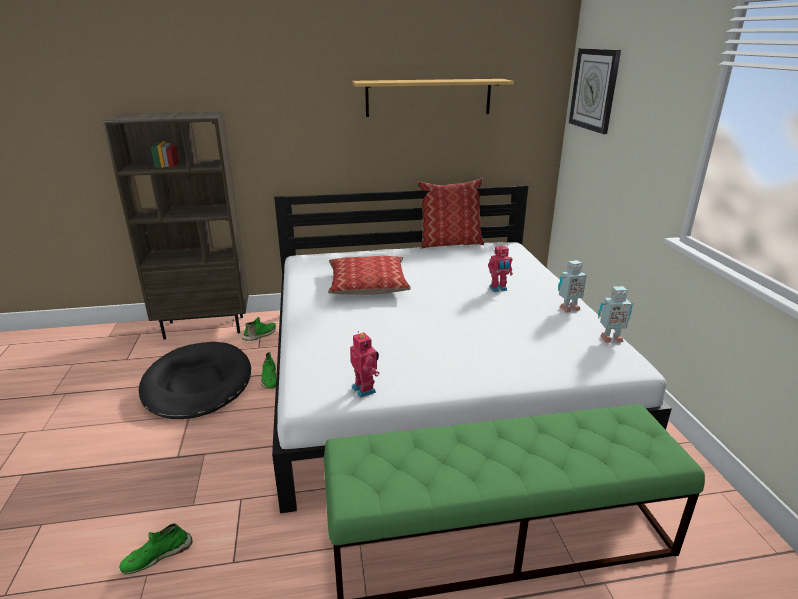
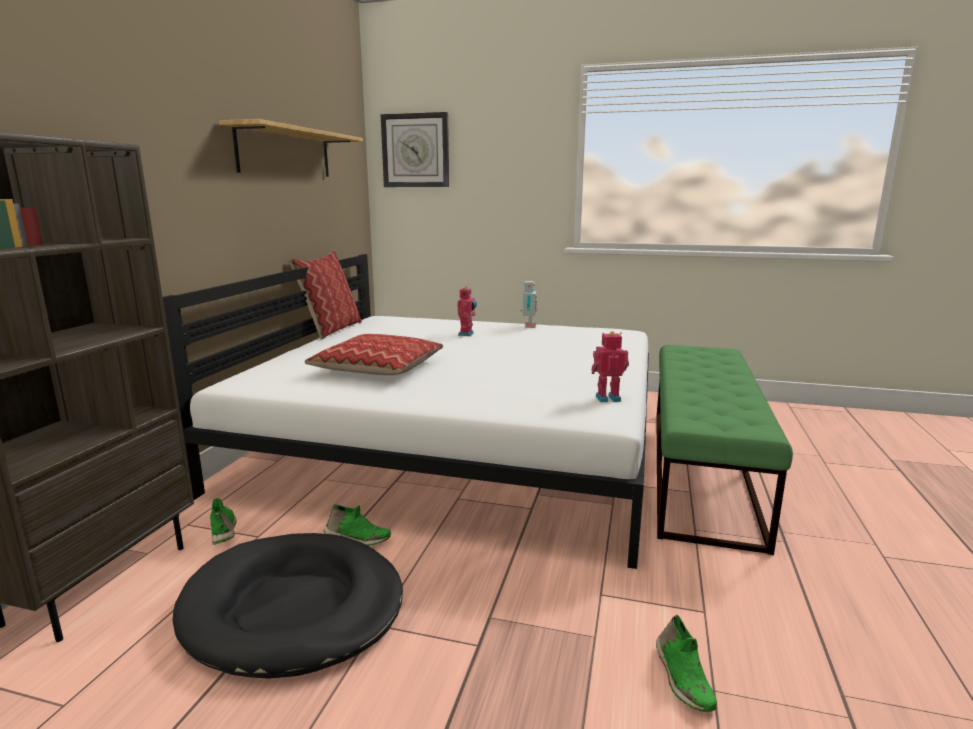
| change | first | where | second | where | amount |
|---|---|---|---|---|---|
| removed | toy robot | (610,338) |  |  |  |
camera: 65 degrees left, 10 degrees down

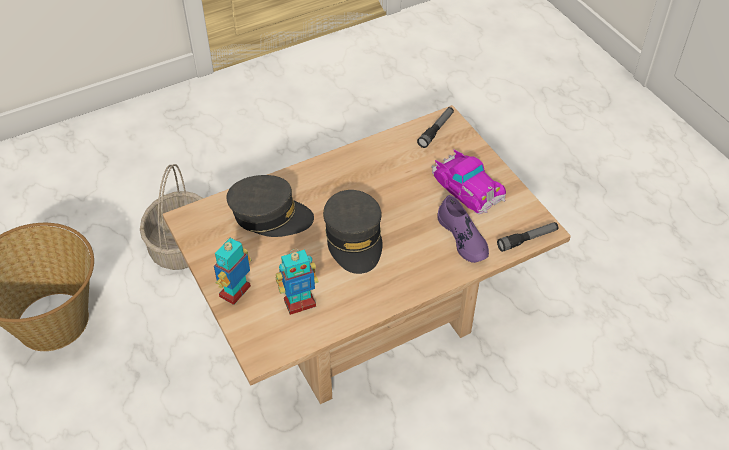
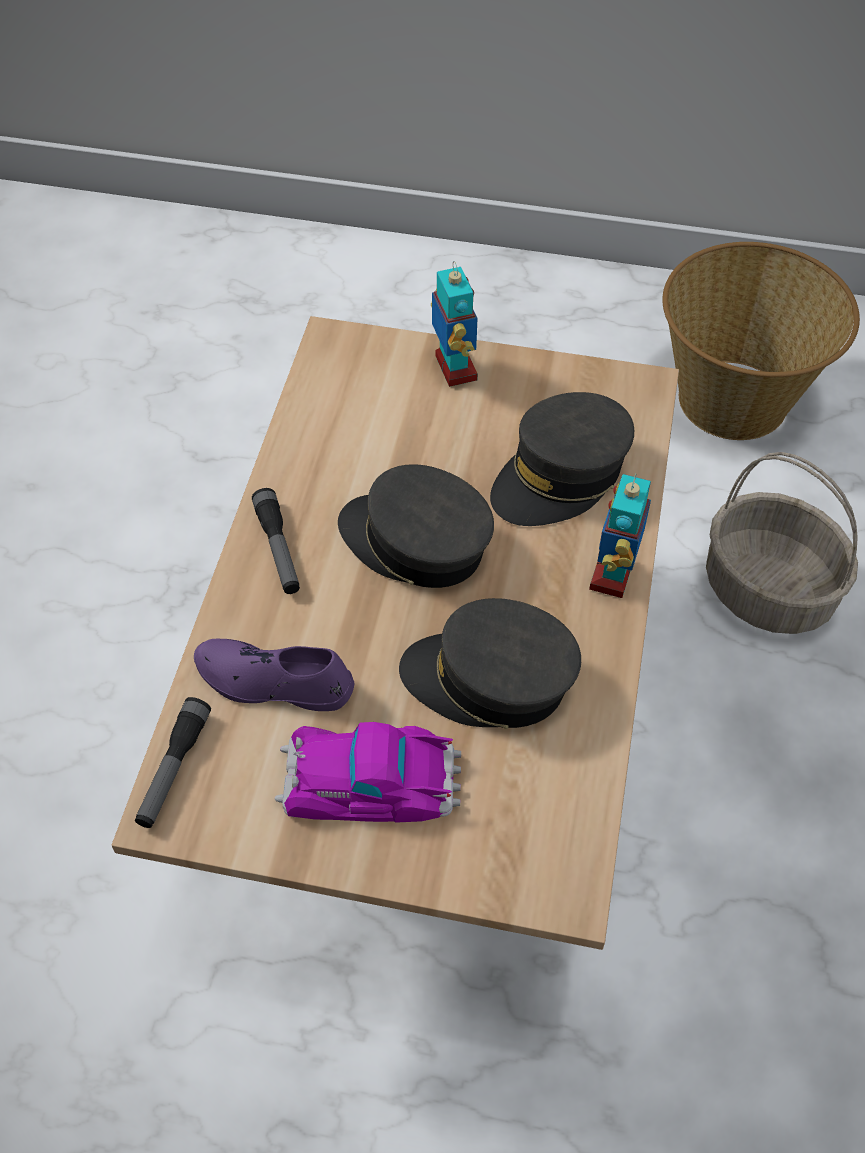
| change | first | where | second | where | amount |
|---|---|---|---|---|---|
| added |  |  | grey cap | (490,680) |  |
| moved | toy robot | (299,303) |  | (613,575) |  |
| moved | flashlight | (436,130) |  | (278,549) |  |
camera: 130 degrees right, 5 degrees up

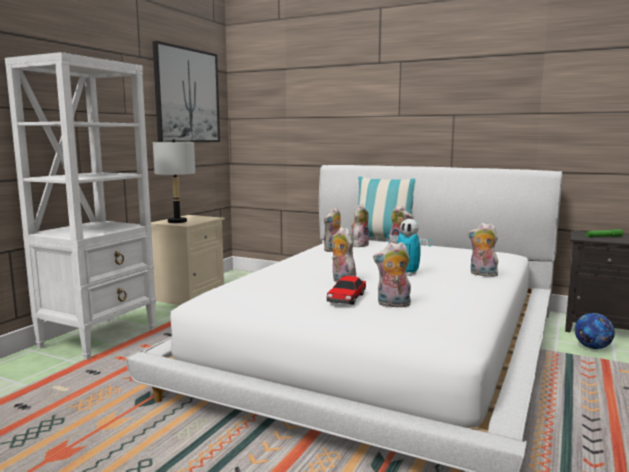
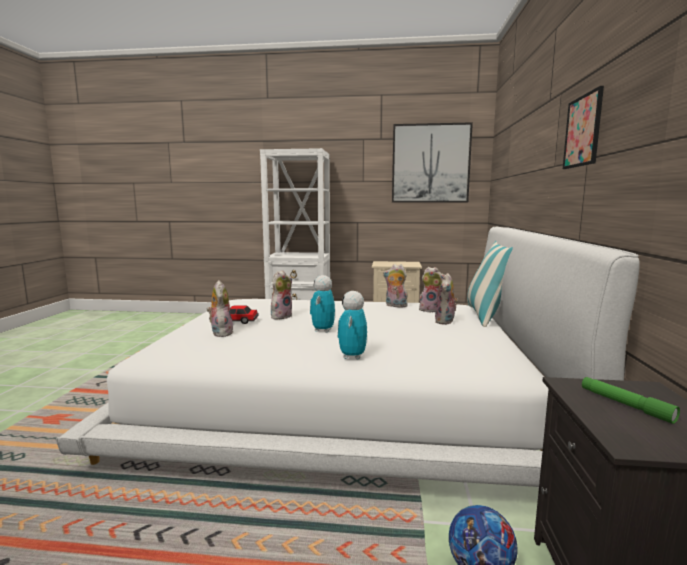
| change | first | where | second | where | amount |
|---|---|---|---|---|---|
| removed | grey table lamp | (177,221) |  |  |  |
| added |  |  | picture | (583,131) |  |
| replaced | plush toy | (482,274) | toy robot | (352,356) |  |
camera: 70 degrees right, 0 degrees up

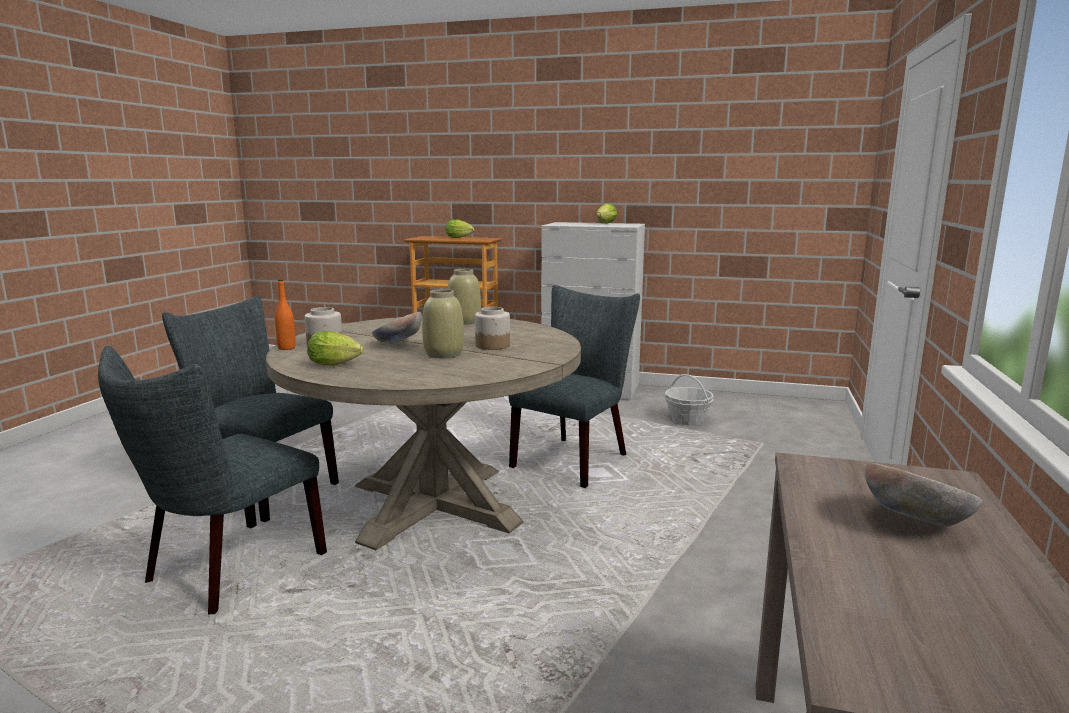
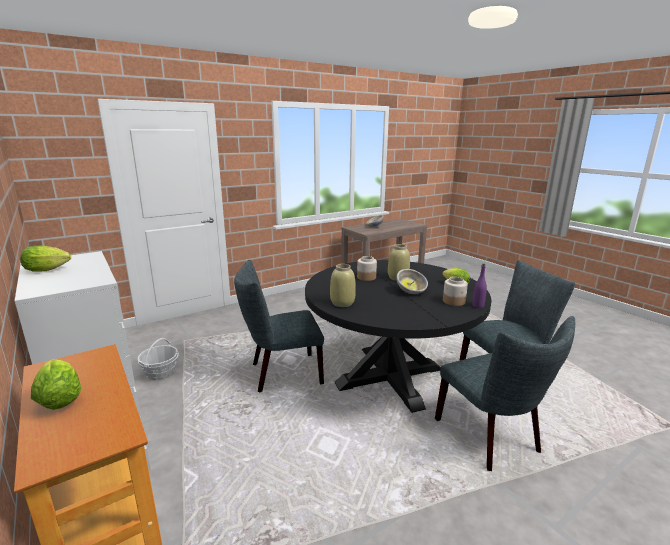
| change | first | where | second | where | amount |
|---|---|---|---|---|---|
| recoloured | beige dining table | (434,505) | black dining table | (390,376) |  |
| recoloured | orange bottle | (286,348) | purple bottle | (478,306) |  |
camera: 140 degrees left, 5 degrees up

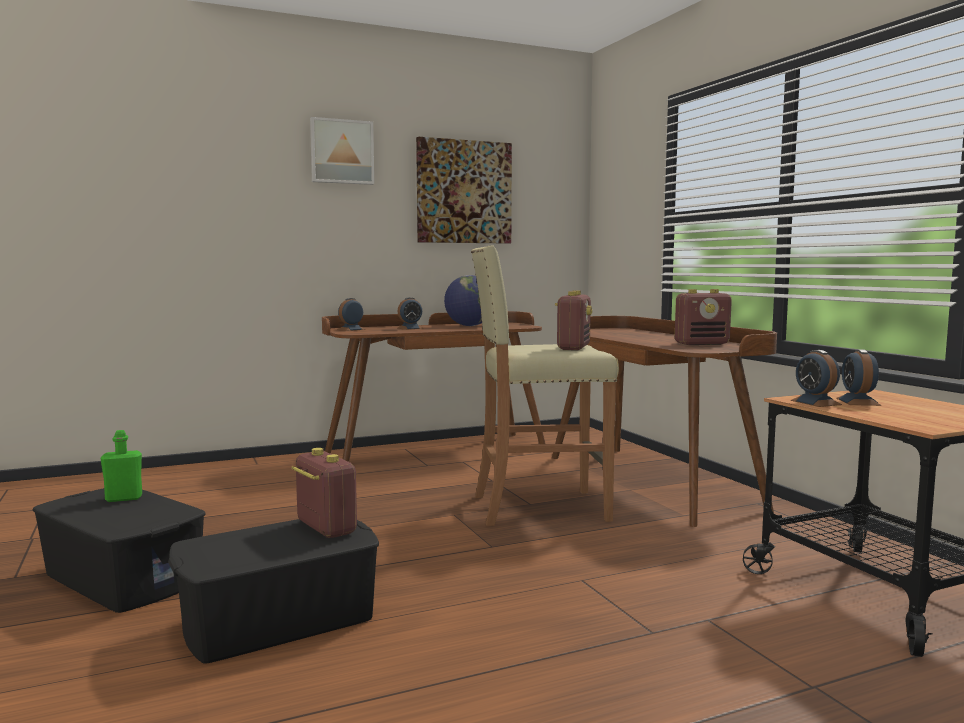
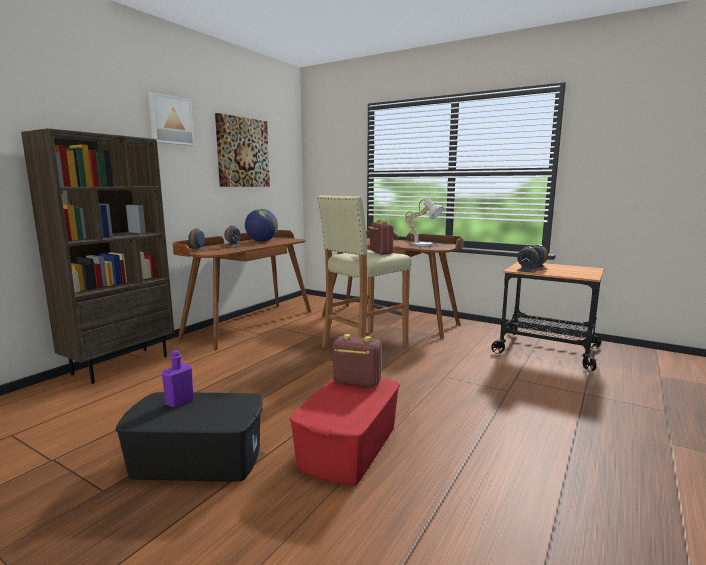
| change | first | where | second | where | amount |
|---|---|---|---|---|---|
| added |  |  | brown bookcase | (121,364) |  |
| replaced | radio | (702,344) | table lamp | (424,244) |  |
| recoloured | green bottle | (124,498) | purple bottle | (179,401) |  |
| recoloured | black storage box | (277,620) | red storage box | (348,446) |  |
camera: 35 degrees left, 5 degrees up

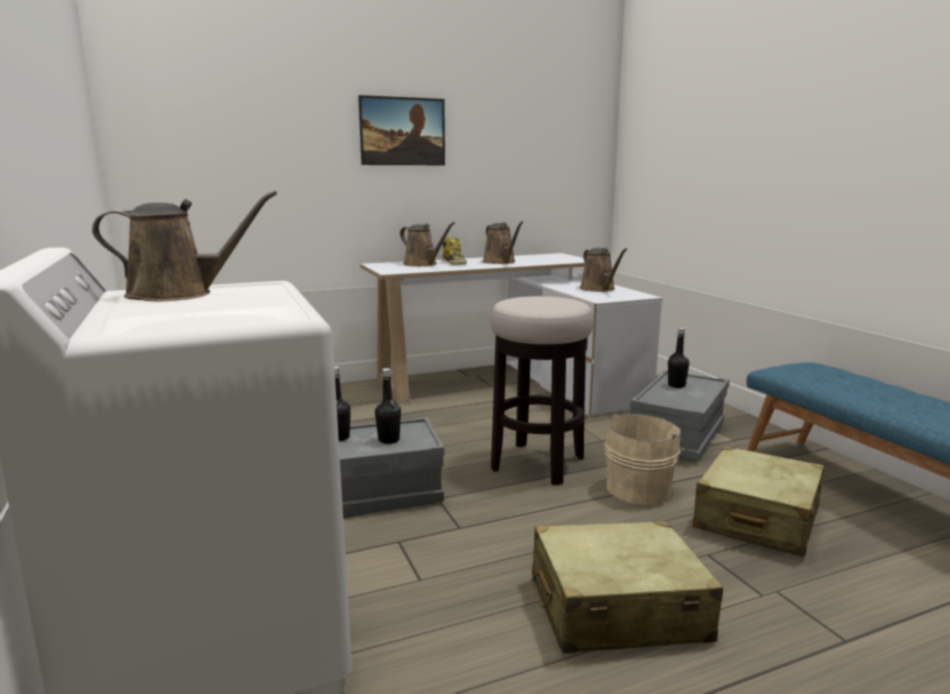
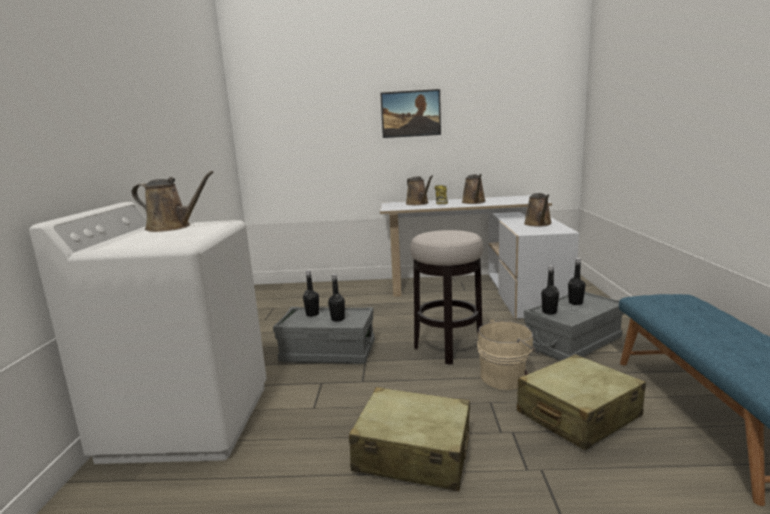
| change | first | where | second | where | amount |
|---|---|---|---|---|---|
| added |  |  | black bottle | (549,312) |  |
camera: 25 degrees right, 0 degrees up

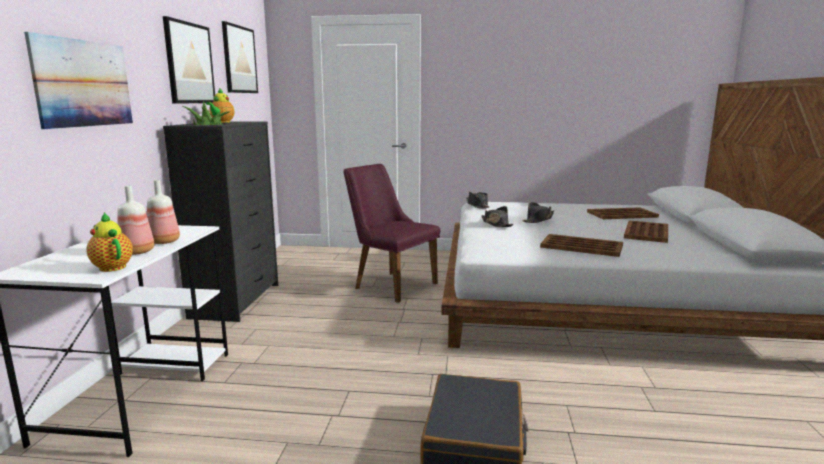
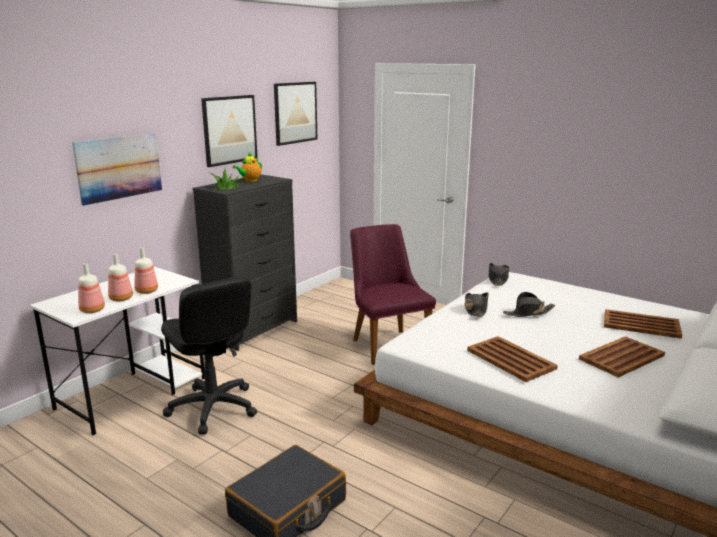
| change | first | where | second | where | amount |
|---|---|---|---|---|---|
| added |  |  | black office chair | (212,408) |  |
| replaced | teapot | (111,267) | bottle | (93,310) |  |
camera: 30 degrees right, 5 degrees up

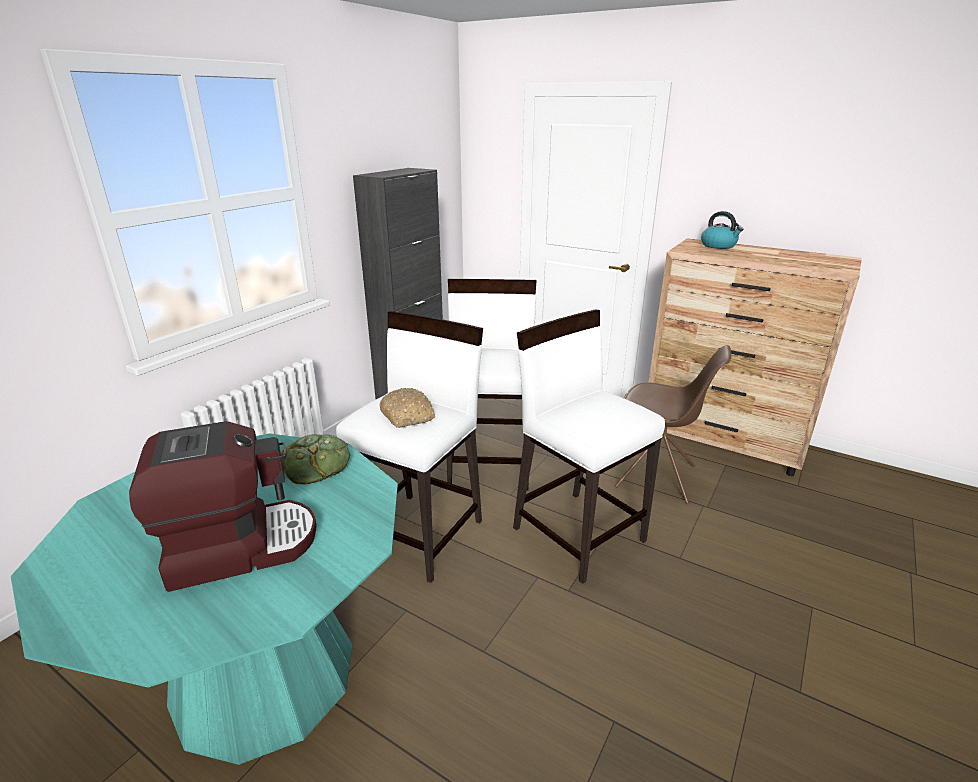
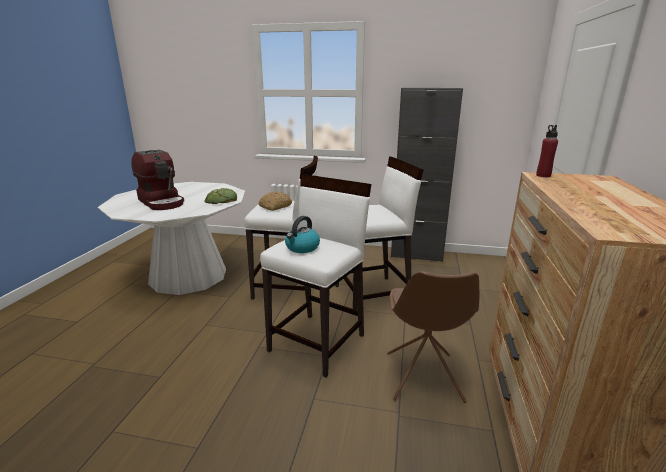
| change | first | where | second | where | amount |
|---|---|---|---|---|---|
| added |  |  | red bottle | (543,175) |  |
| moved | kettle | (719,246) |  | (302,248) |  |
| recoloured | turquoise dining table | (264,674) | white dining table | (188,276) |  |
camera: 70 degrees right, 5 degrees down

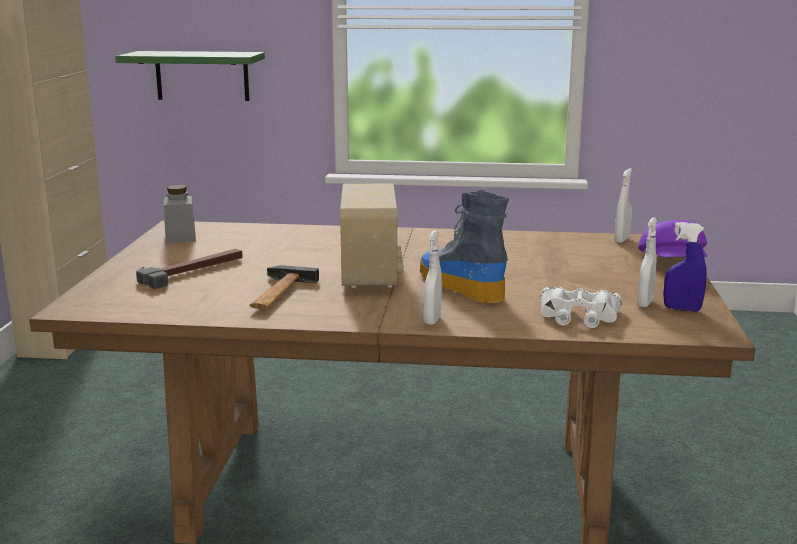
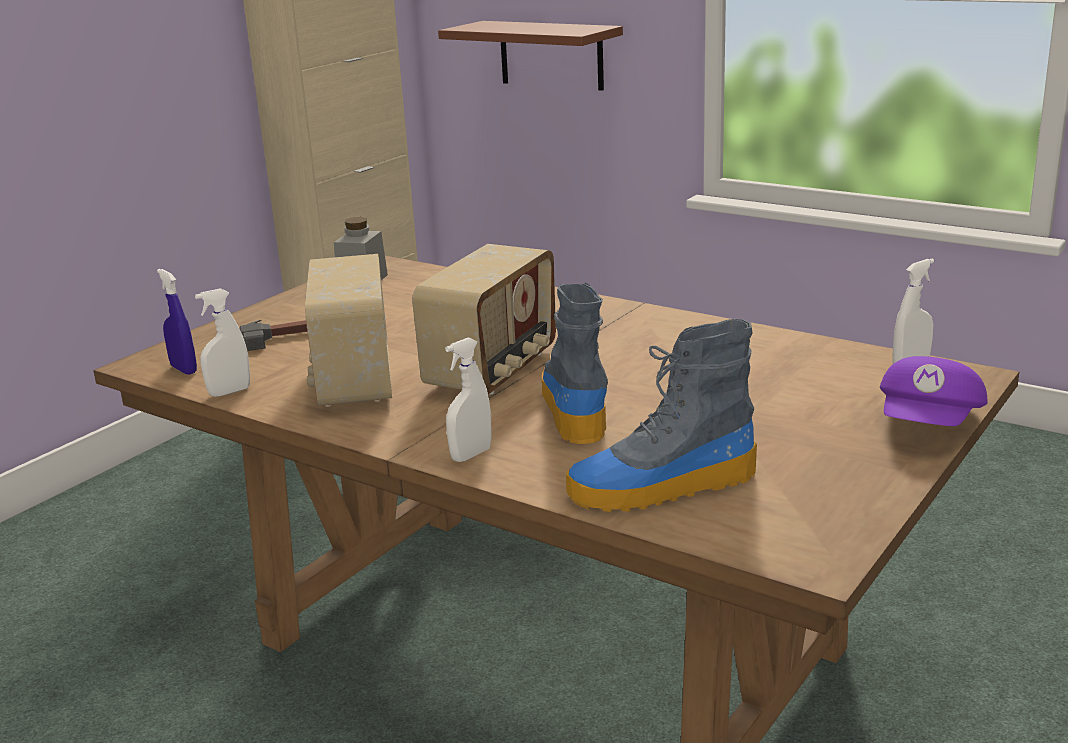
| change | first | where | second | where | amount |
|---|---|---|---|---|---|
| moved | white spray bottle | (644,303) |  | (229,392) |  |
| moved | blue spray bottle | (682,309) |  | (184,369) |  |
| replaced | hammer | (276,294) | radio | (353,381) |  |
| replaced | white binoculars | (578,316) | boot | (662,488) |  |
| recoloured | green shelf | (202,76) | brown shelf | (551,55) |  |
camera: 30 degrees right, 5 degrees up

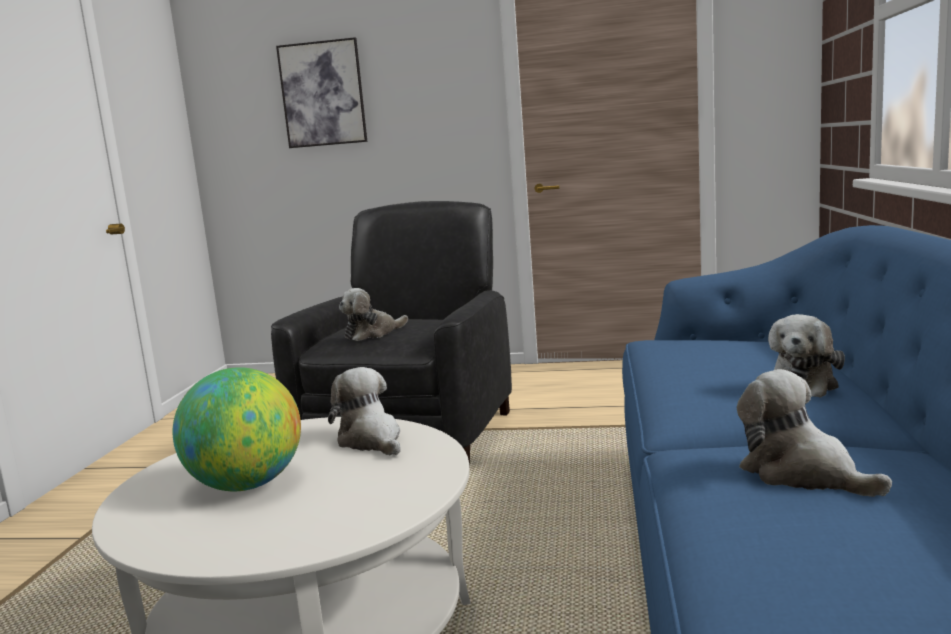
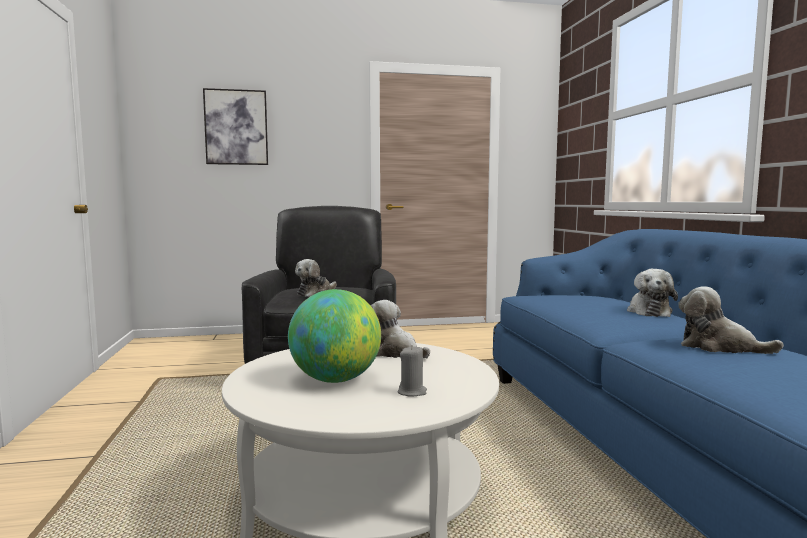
| change | first | where | second | where | amount |
|---|---|---|---|---|---|
| added |  |  | grey candle | (412,392) |  |
camera: 20 degrees left, 5 degrees down

